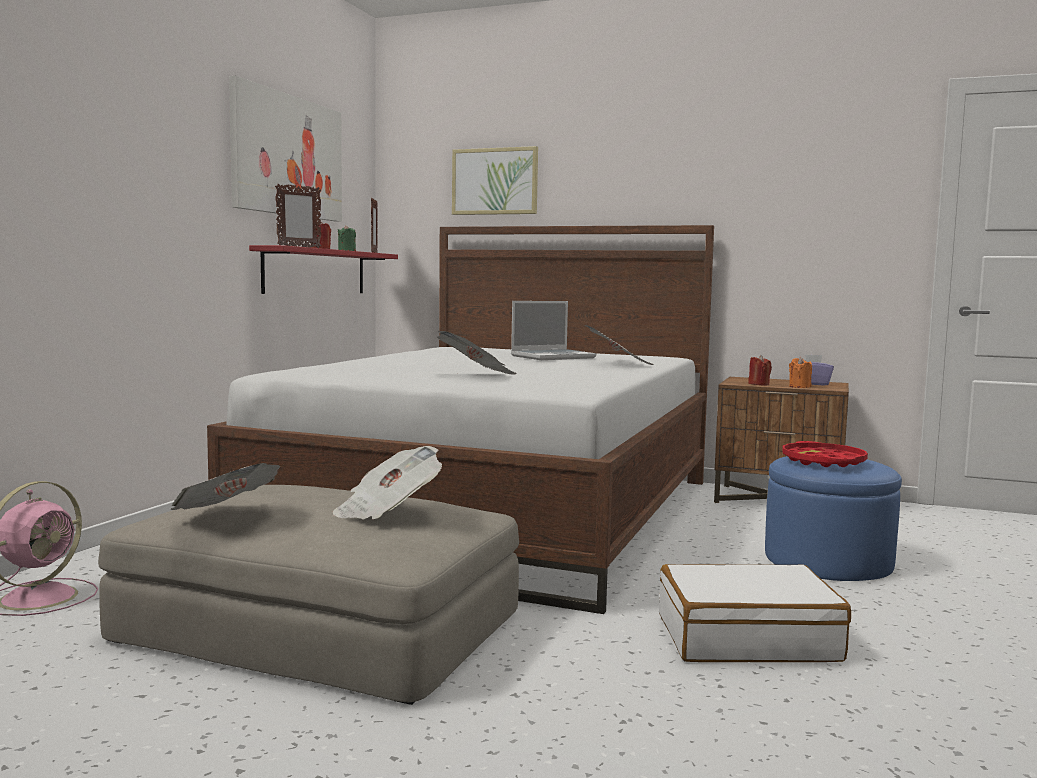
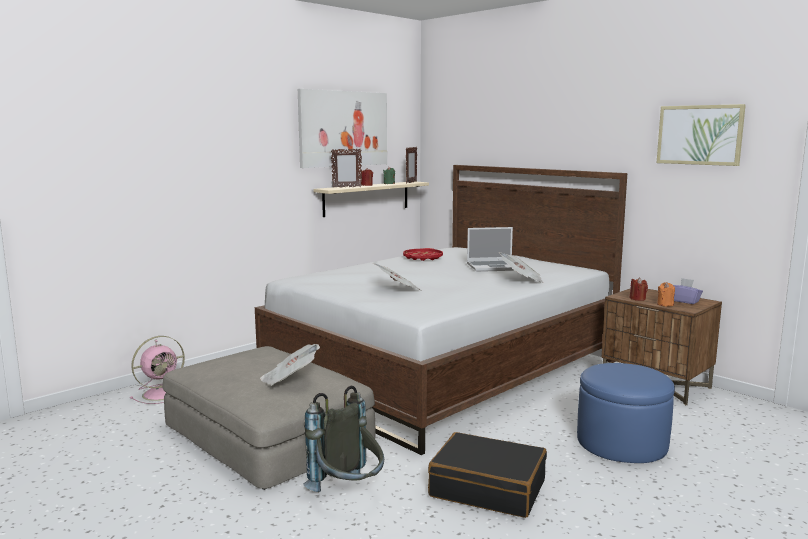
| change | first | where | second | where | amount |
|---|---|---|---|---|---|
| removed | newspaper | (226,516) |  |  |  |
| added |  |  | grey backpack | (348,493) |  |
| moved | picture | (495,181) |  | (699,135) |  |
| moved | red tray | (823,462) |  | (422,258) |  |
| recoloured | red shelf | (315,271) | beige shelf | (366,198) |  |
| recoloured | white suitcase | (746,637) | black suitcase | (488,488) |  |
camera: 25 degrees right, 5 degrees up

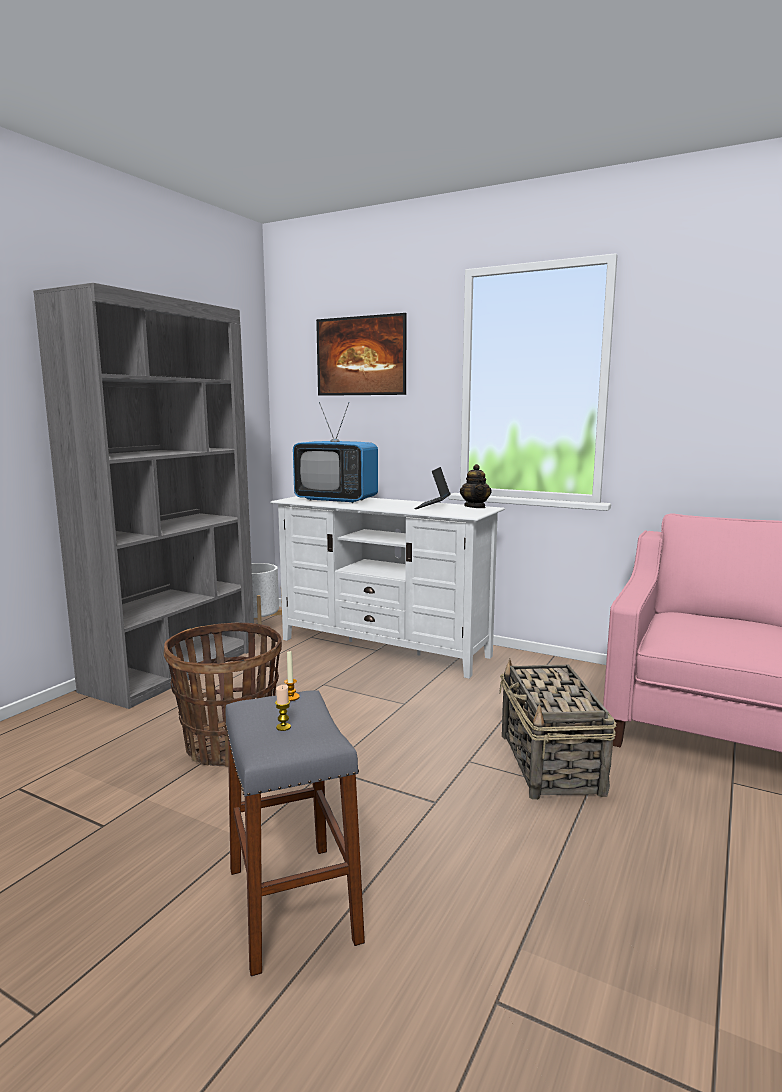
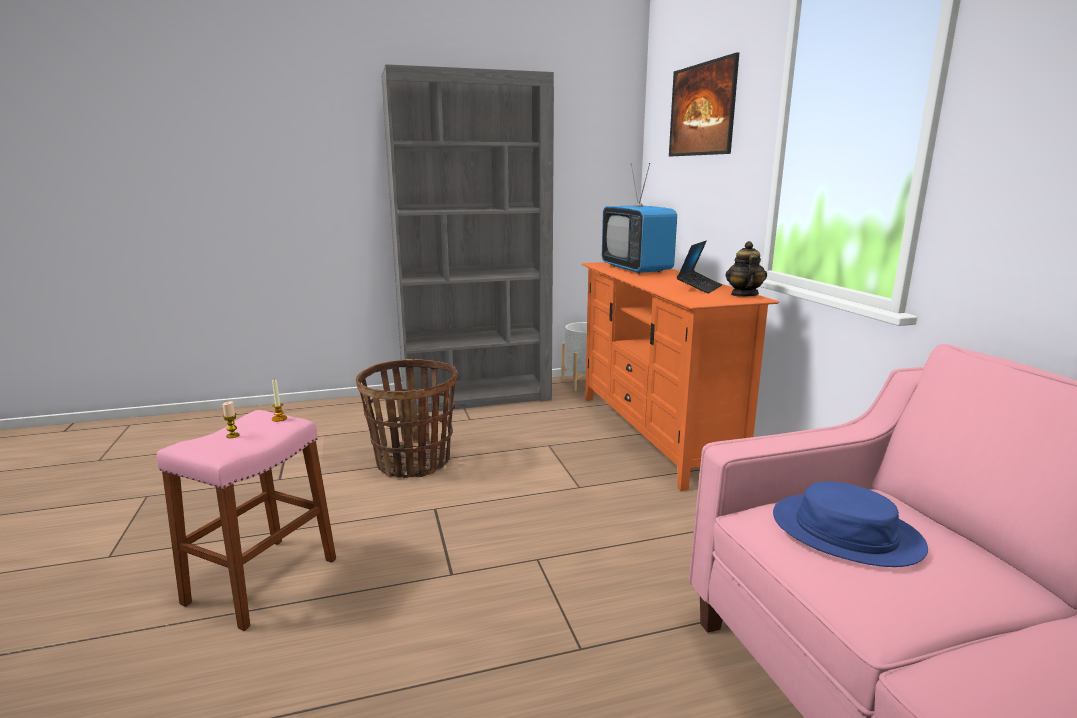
| change | first | where | second | where | amount |
|---|---|---|---|---|---|
| removed | basket | (550,764) |  |  |  |
| added |  |  | blue hat | (845,531) |  |
| recoloured | grey stool | (292,904) | pink stool | (262,580) |  |
| recoloured | white tv stand | (385,647) | orange tv stand | (655,433) |  |
| turned | laptop | (432,506) |  | (699,287) | 150 degrees clockwise |
| turned | teapot | (475,507) |  | (743,295) | 150 degrees clockwise |
camera: 45 degrees right, 5 degrees up

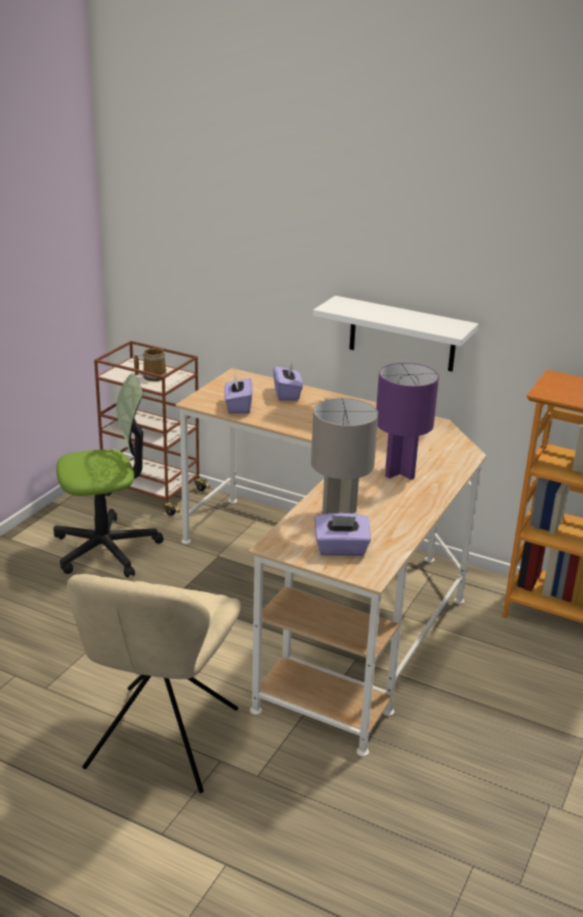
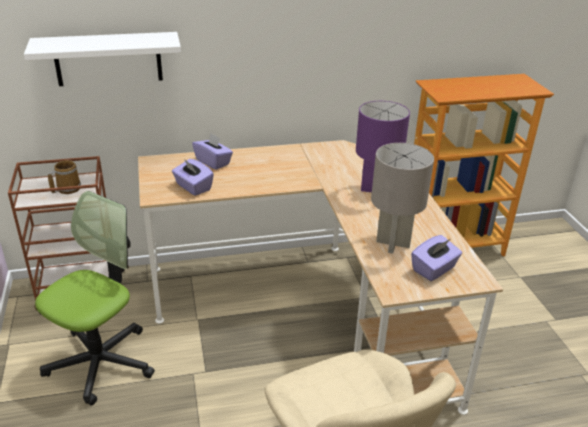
| change | first | where | second | where | amount |
|---|---|---|---|---|---|
| moved | white shelf | (402,334) |  | (108,59) |  |
camera: 40 degrees left, 5 degrees up

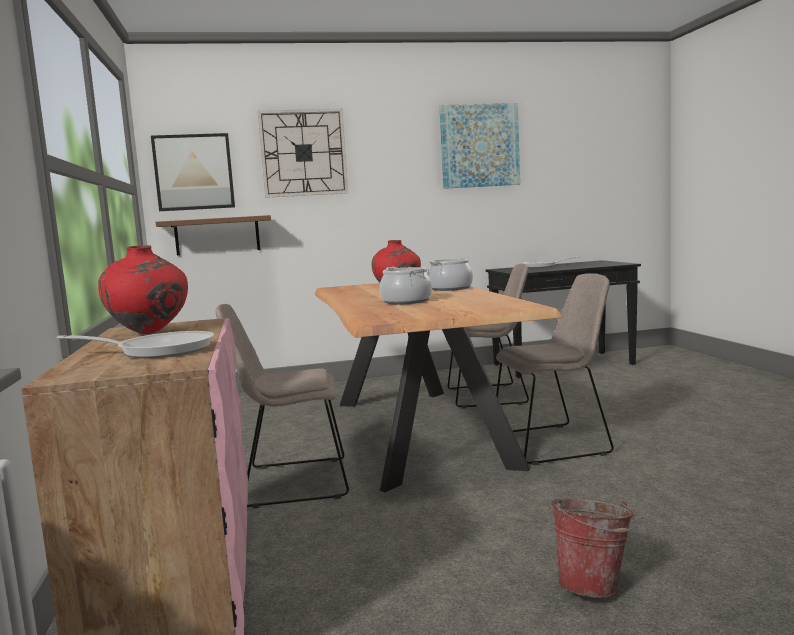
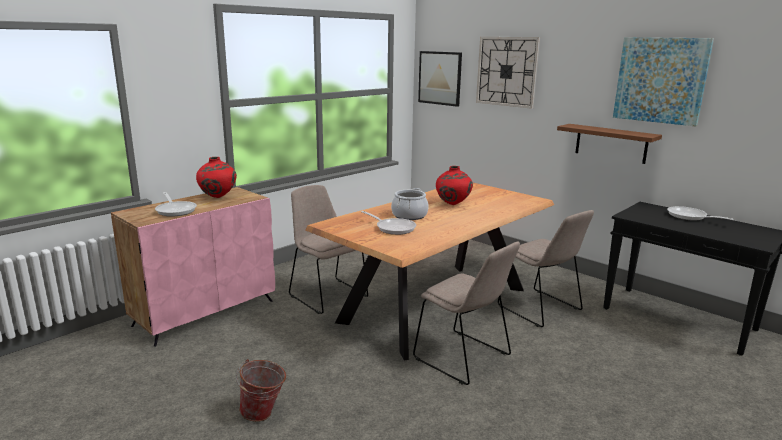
| change | first | where | second | where | amount |
|---|---|---|---|---|---|
| removed | cooking pot | (450,288) |  |  |  |
| added |  |  | frying pan | (393,228) |  |
| moved | brown shelf | (217,235) |  | (611,143) |  |
camera: 55 degrees right, 10 degrees up

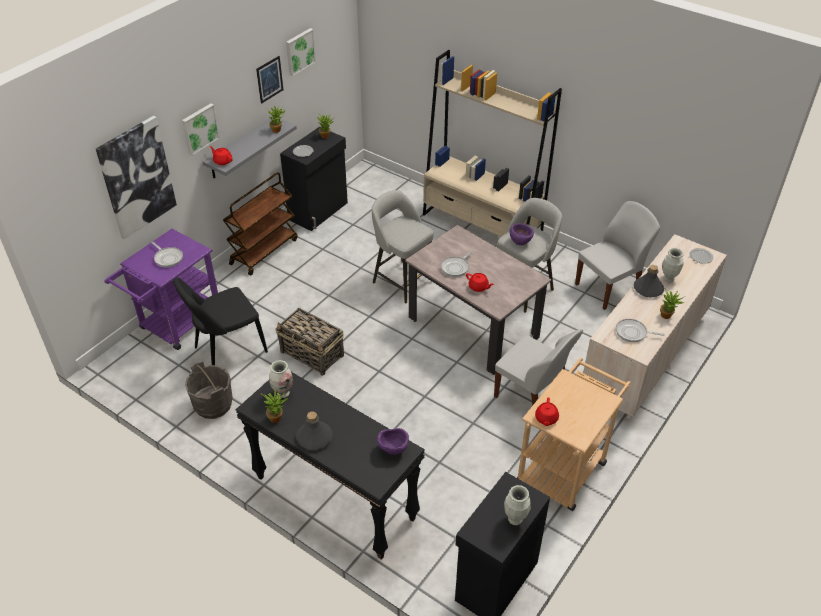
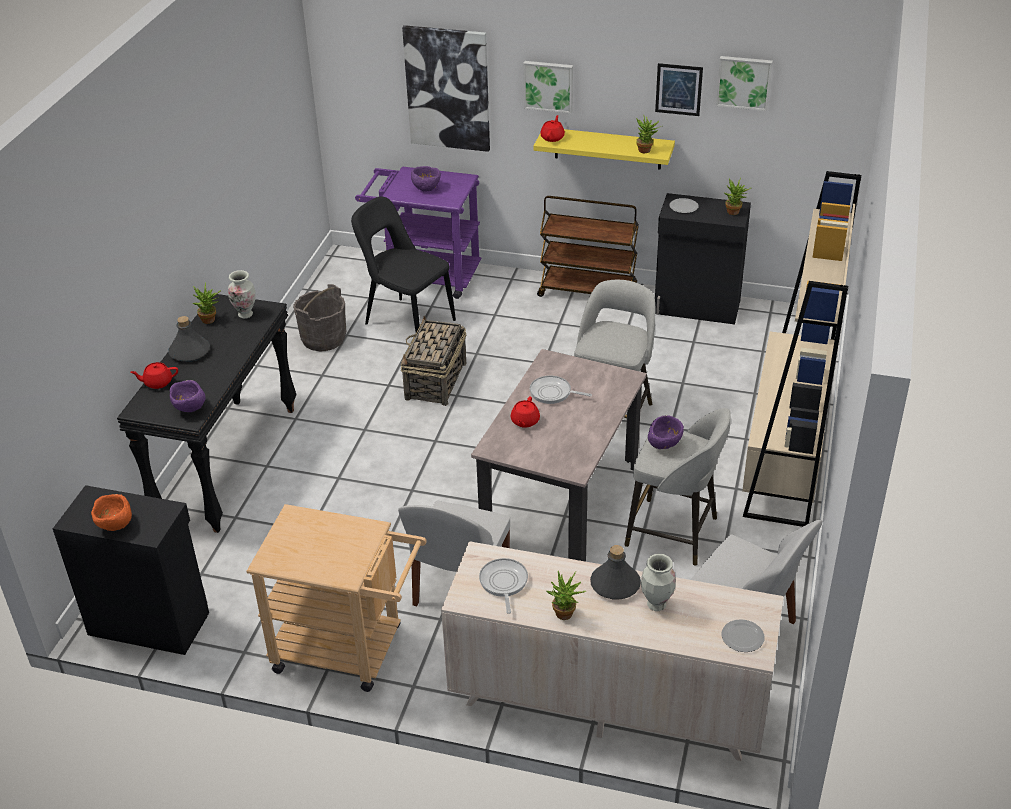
| change | first | where | second | where | amount |
|---|---|---|---|---|---|
| moved | red teapot | (546,418) |  | (157,382) |  |
| replaced | frying pan | (168,258) | purple bowl | (426,188) |  |
| replaced | vase | (515,519) | orange bowl | (115,525) |  |
| recoloured | grey shelf | (241,148) | yellow shelf | (607,148) |  |
camera: 70 degrees right, 5 degrees down

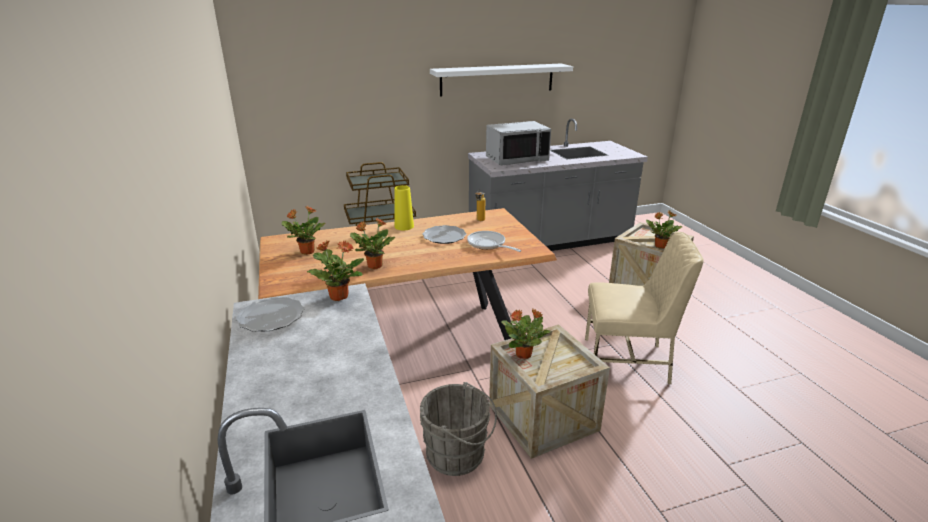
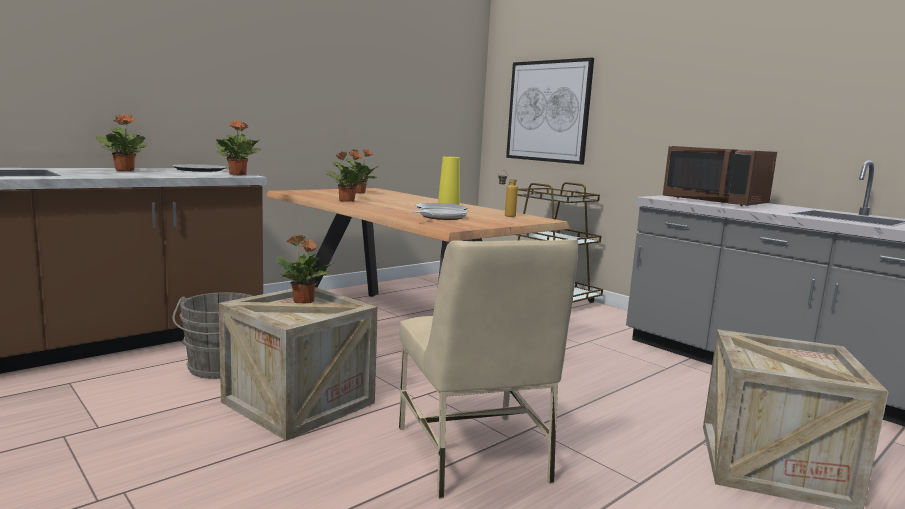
| change | first | where | second | where | amount |
|---|---|---|---|---|---|
| removed | white shelf | (497,79) |  |  |  |
| added |  |  | picture | (548,111) |  |
| moved | potted plant | (659,246) |  | (125,170) |  |
| recoloured | grey microwave | (516,159) | brown microwave | (716,202) |  |
camera: 65 degrees right, 15 degrees down

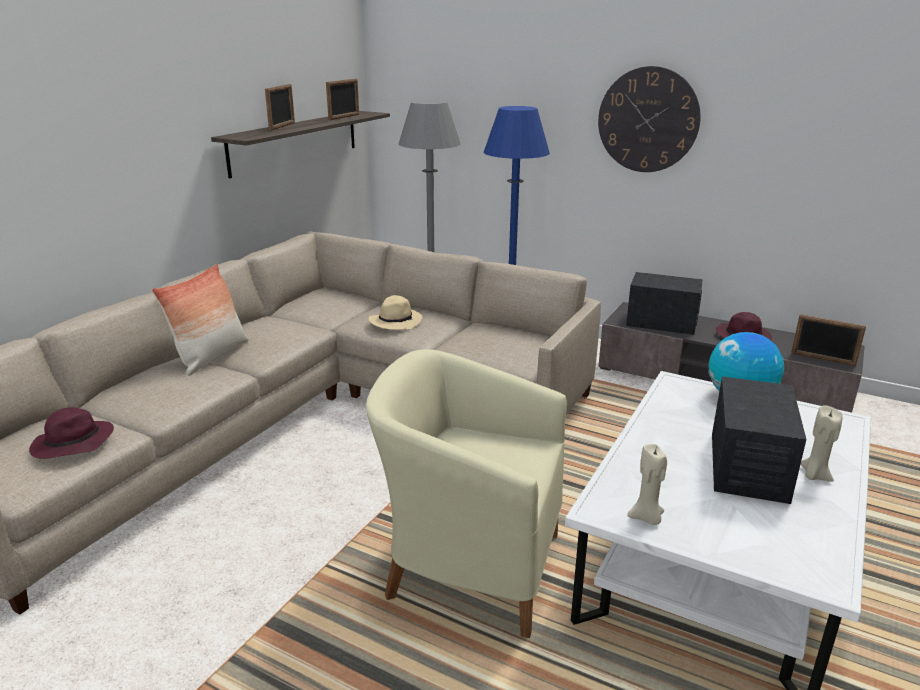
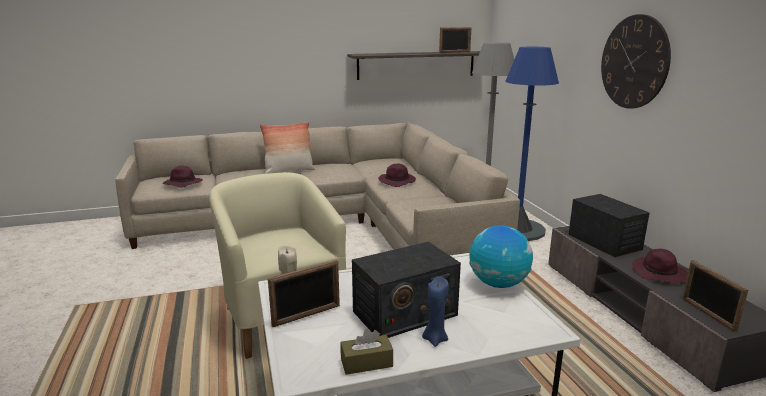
| change | first | where | second | where | amount |
|---|---|---|---|---|---|
| added |  |  | brown tissue box | (366,363) |  |
| moved | picture frame | (282,126) |  | (307,316) |  |
| recoloured | beige hat | (396,321) | purple hat | (397,181) |  |
| recoloured | beige candle | (814,475) | blue candle | (435,339) |  |
camera: 45 degrees right, 5 degrees down

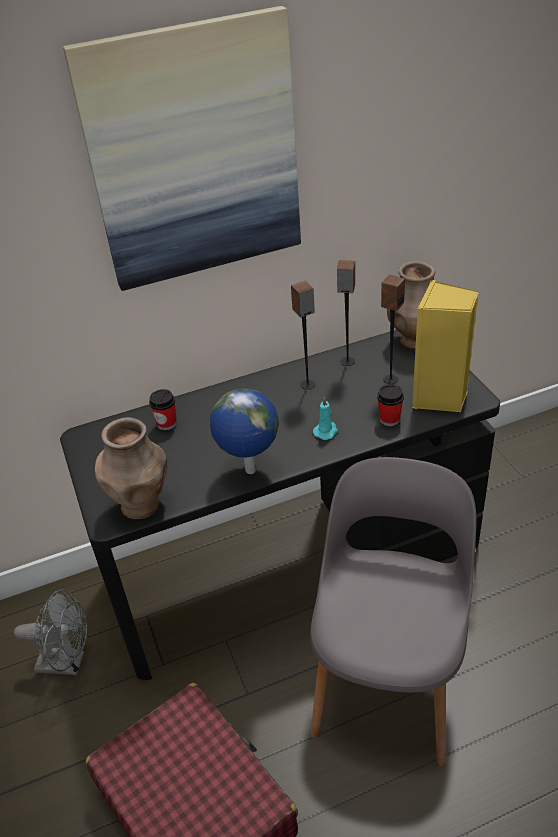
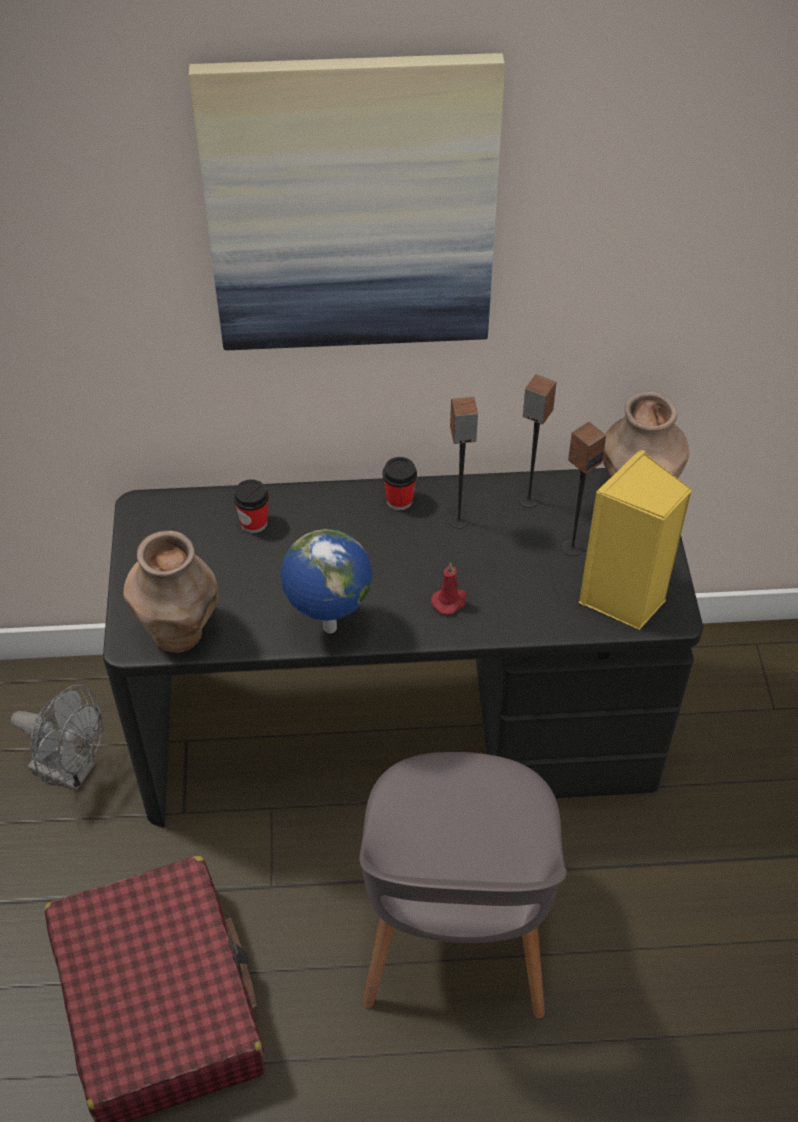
| change | first | where | second | where | amount |
|---|---|---|---|---|---|
| moved | cup | (389,419) |  | (399,500) |  |
| recoloured | turquoise candle | (326,431) | red candle | (450,601) |  |
| turned | grey chair | (389,679) |  | (455,930) | 150 degrees clockwise |
camera: 15 degrees right, 10 degrees up

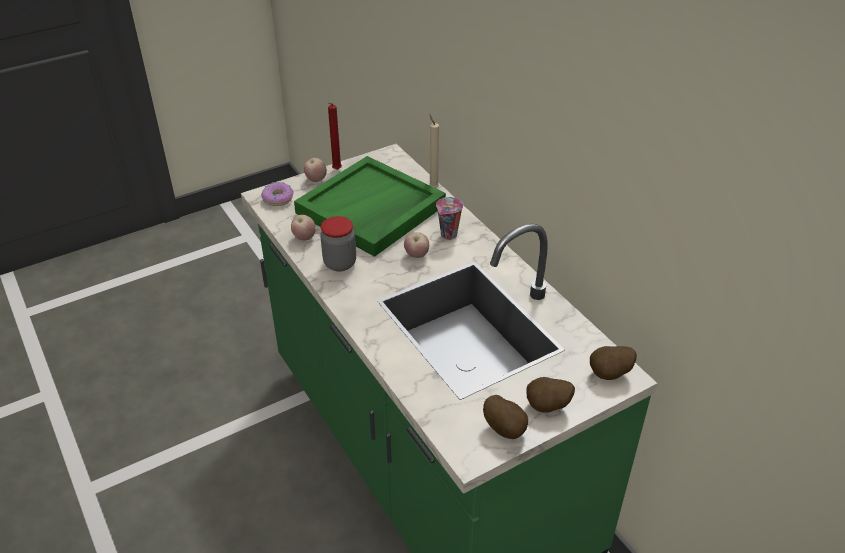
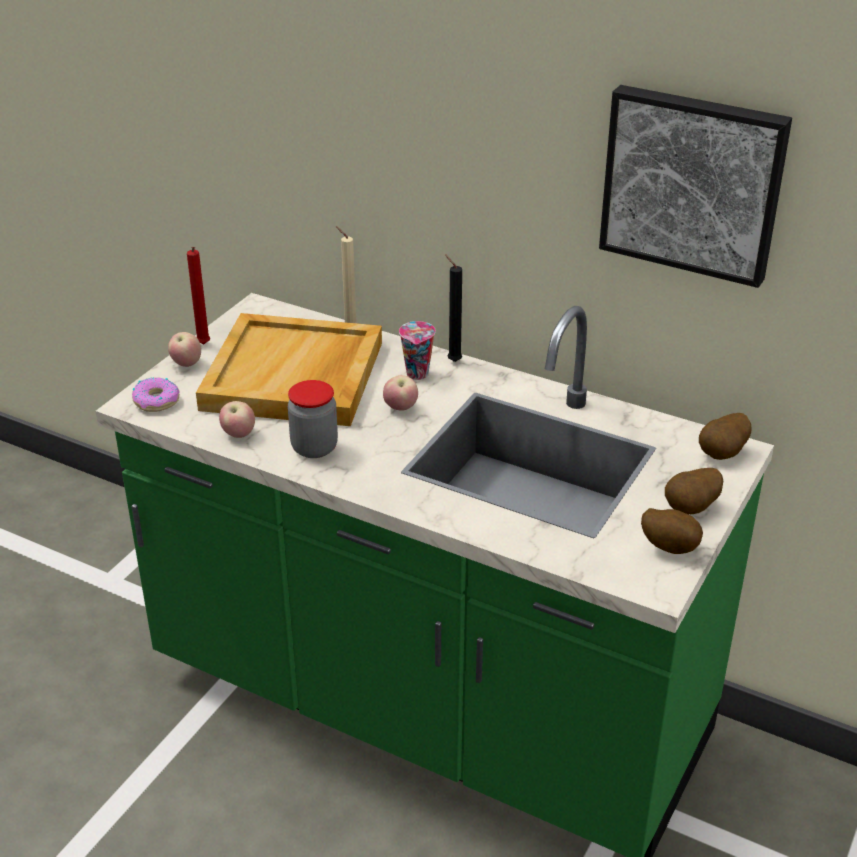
| change | first | where | second | where | amount |
|---|---|---|---|---|---|
| added |  |  | black candle | (452,361) |  |
| added |  |  | picture | (693,183) |  |
| recoloured | green tray | (371,210) | beige tray | (294,376) |  |
camera: 30 degrees left, 5 degrees down

